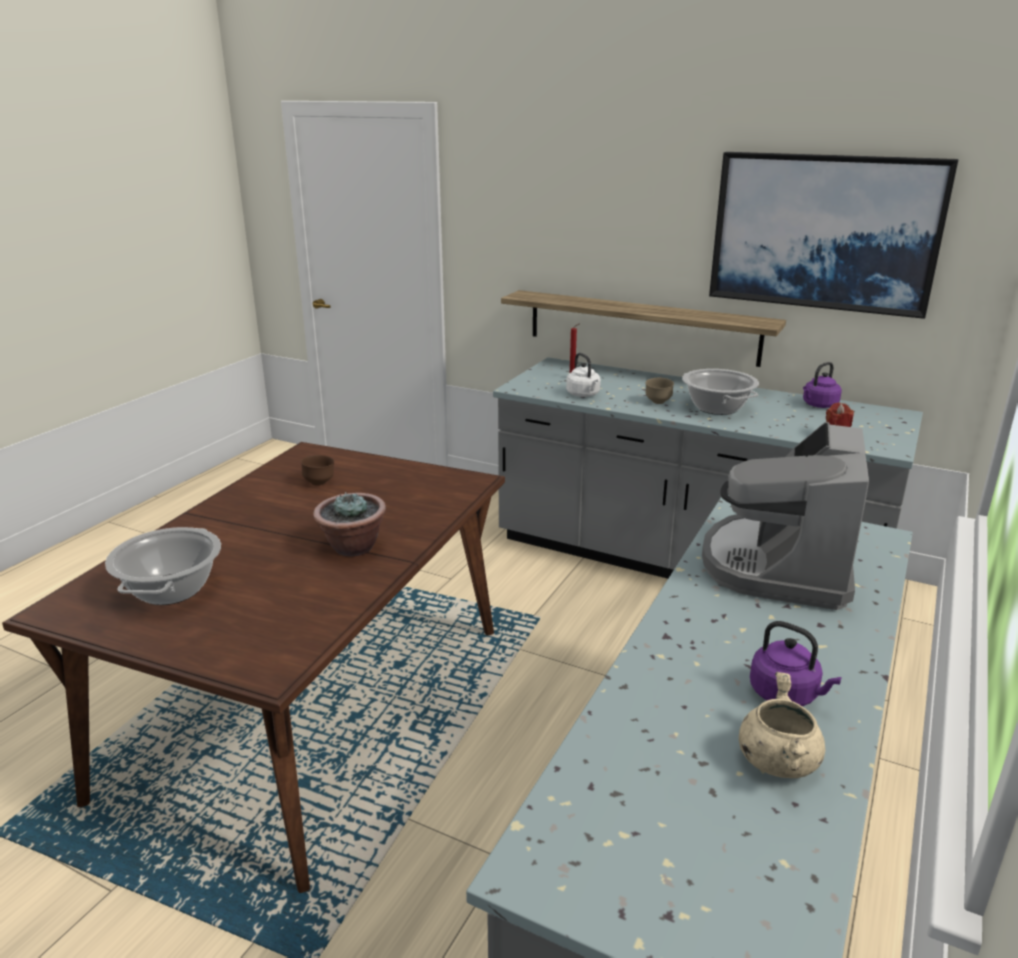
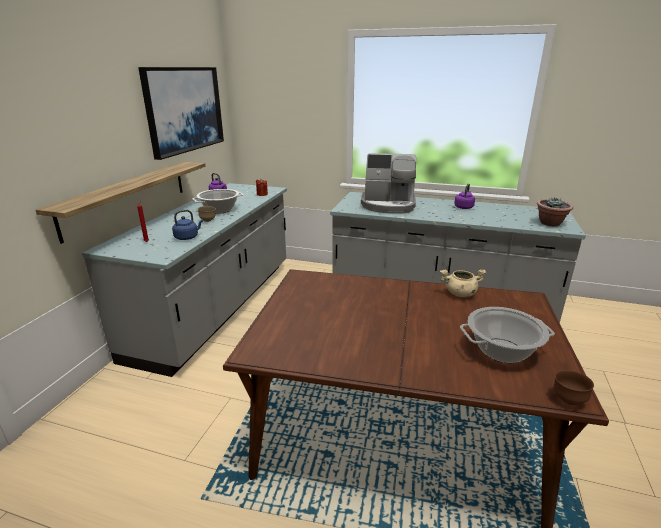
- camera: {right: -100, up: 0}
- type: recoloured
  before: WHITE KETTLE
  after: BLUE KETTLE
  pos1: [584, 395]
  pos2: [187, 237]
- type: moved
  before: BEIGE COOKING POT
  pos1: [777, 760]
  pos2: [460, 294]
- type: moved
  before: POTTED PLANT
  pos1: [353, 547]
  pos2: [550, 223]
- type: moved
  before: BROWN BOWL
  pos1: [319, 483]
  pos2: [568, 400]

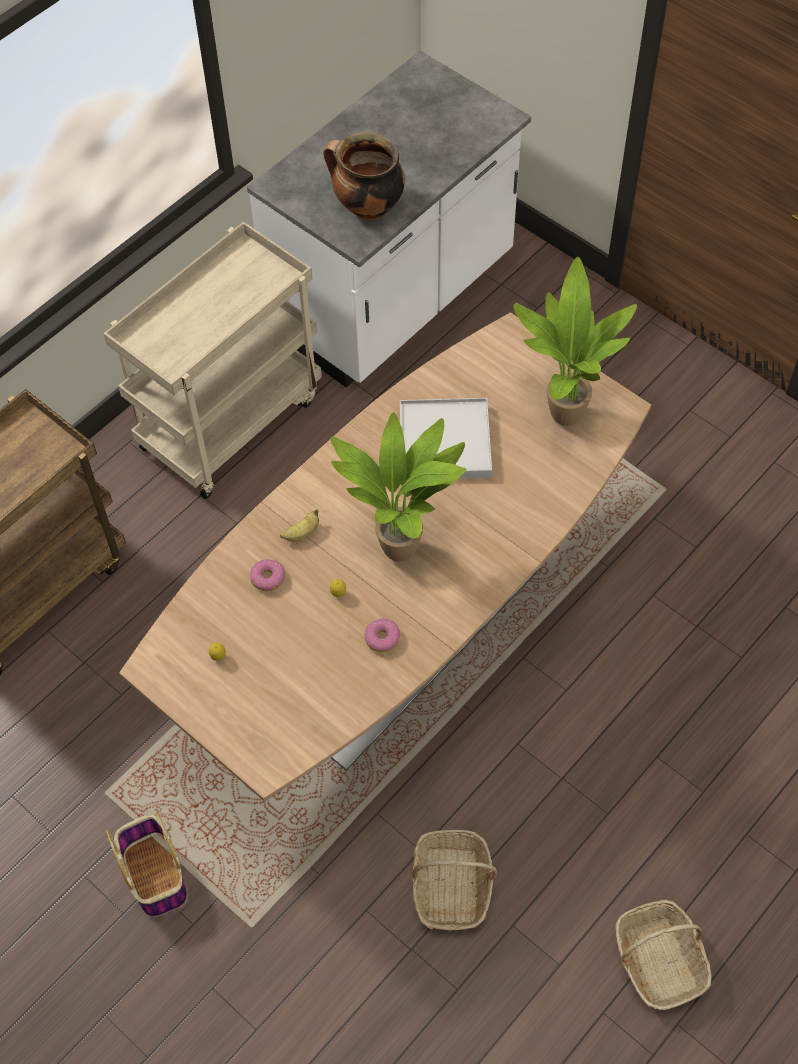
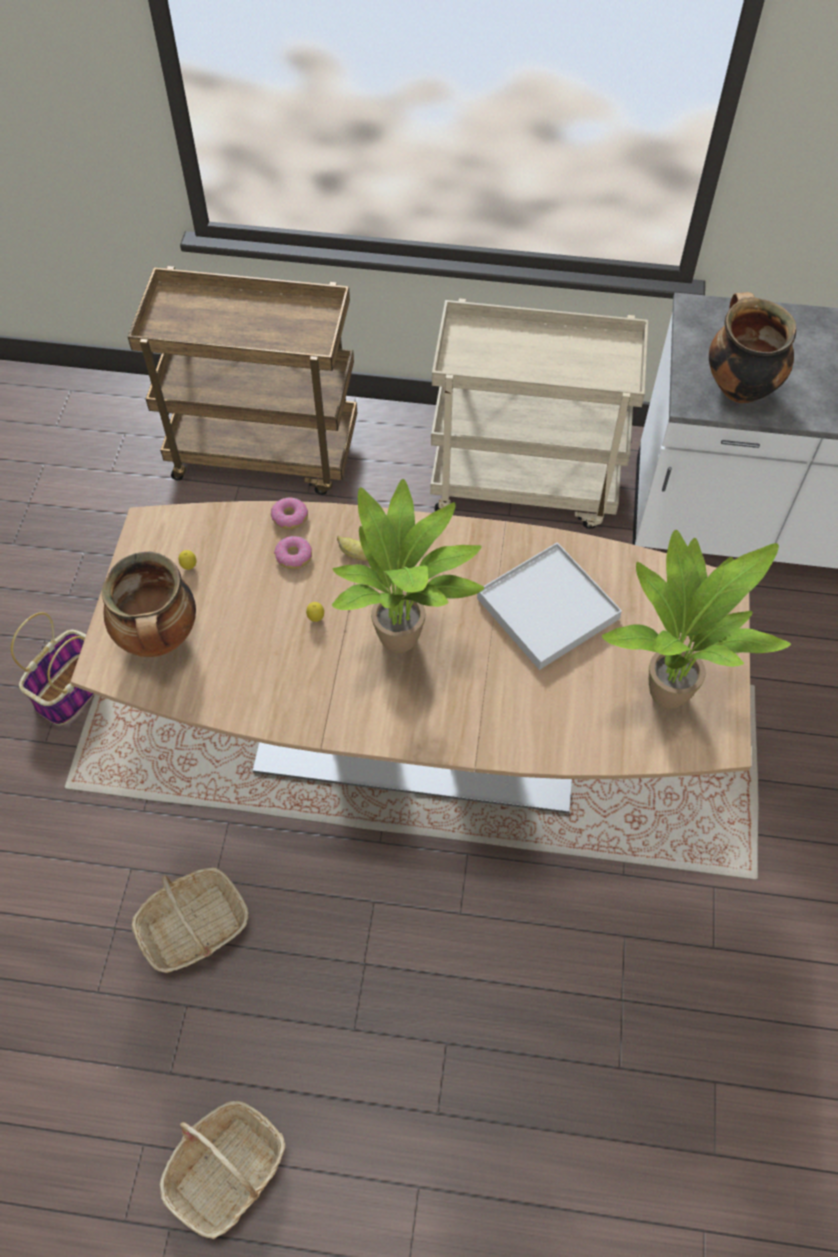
- camera: {right: 55, up: 0}
- type: added
  after: COOKING POT
  pos2: [160, 639]
- type: moved
  before: DONUT
  pos1: [382, 638]
  pos2: [289, 517]

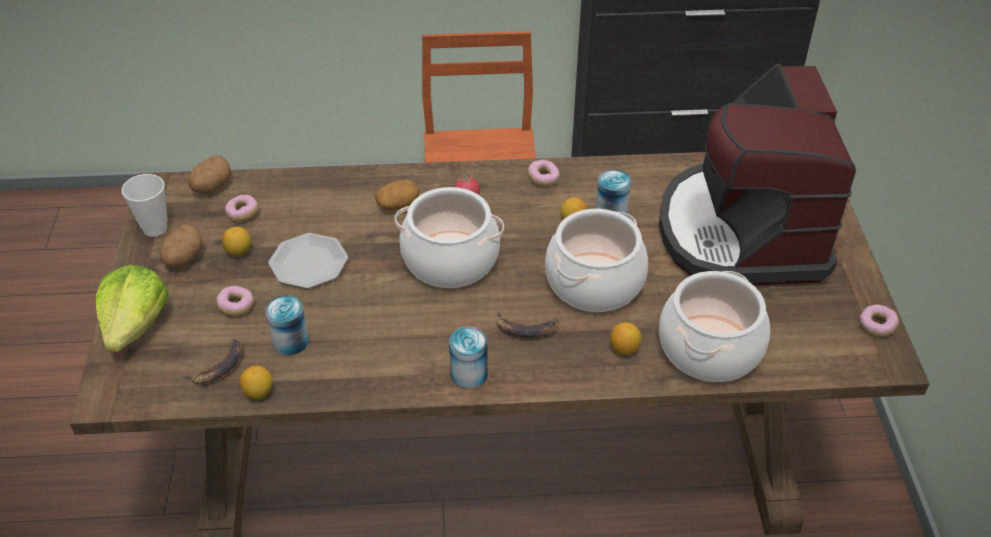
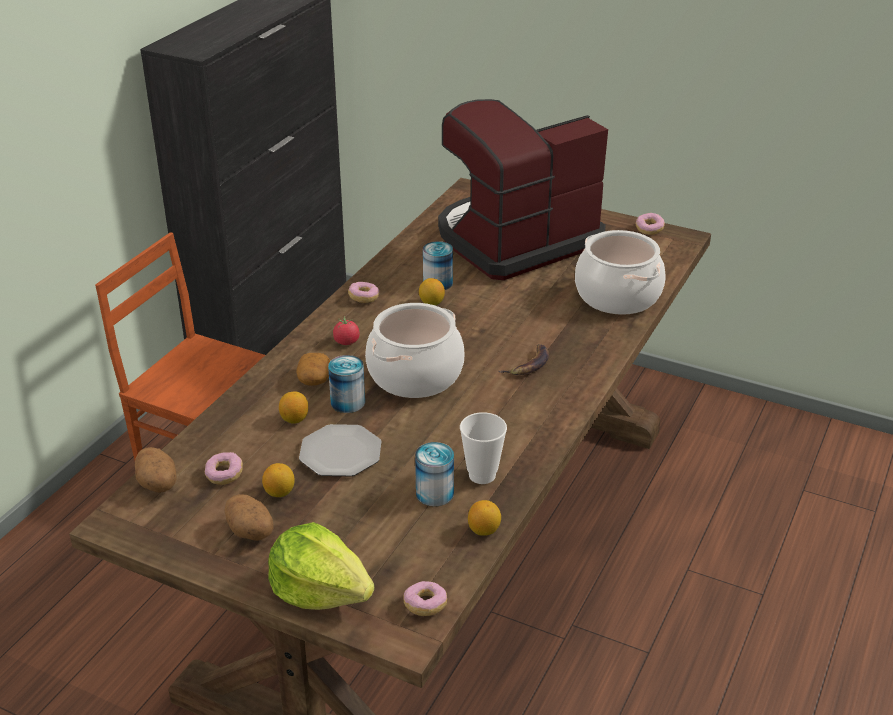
- camera: {right: -60, up: -10}
- type: moved
  before: LEMON
  pos1: [624, 349]
  pos2: [294, 419]
- type: moved
  before: CAN
  pos1: [469, 373]
  pos2: [348, 402]
- type: moved
  before: DONUT
  pos1: [236, 306]
  pos2: [425, 605]
- type: turned
  before: COFFEE MACHINE
  pos1: [742, 232]
  pos2: [515, 240]
  turn: 120
- type: moved
  before: CUP
  pos1: [155, 228]
  pos2: [482, 475]
- type: removed
  before: BANANA
  pos1: [218, 366]
- type: removed
  before: COOKING POT
  pos1: [594, 283]

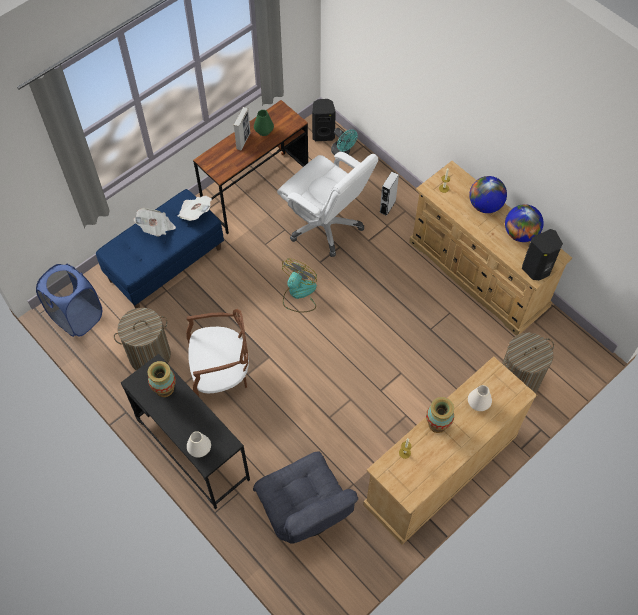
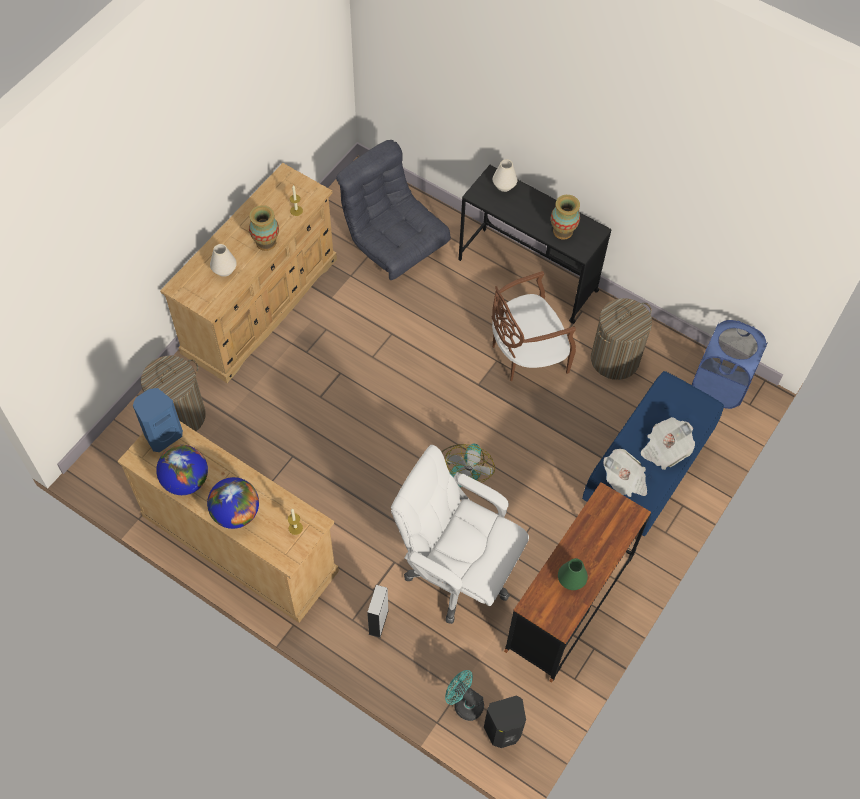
- camera: {right: 165, up: 0}
- type: recoloured
  before: BLACK SPEAKER
  after: BLUE SPEAKER
  pos1: [537, 270]
  pos2: [162, 435]
- type: removed
  before: PICTURE FRAME
  pos1: [243, 141]

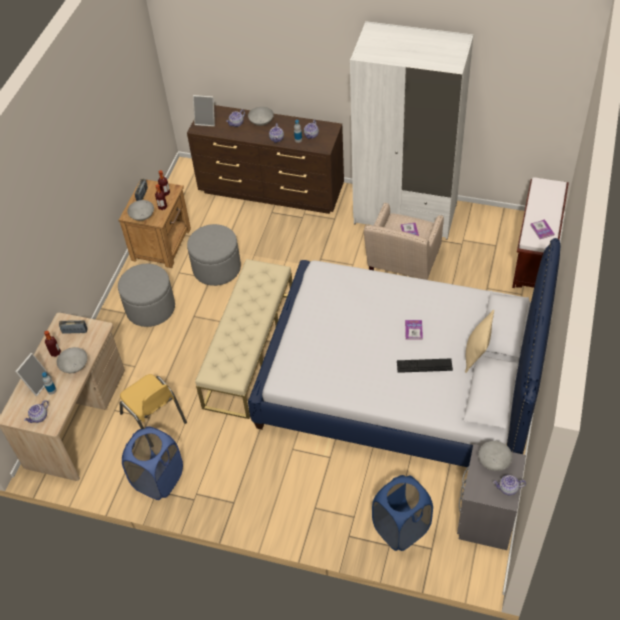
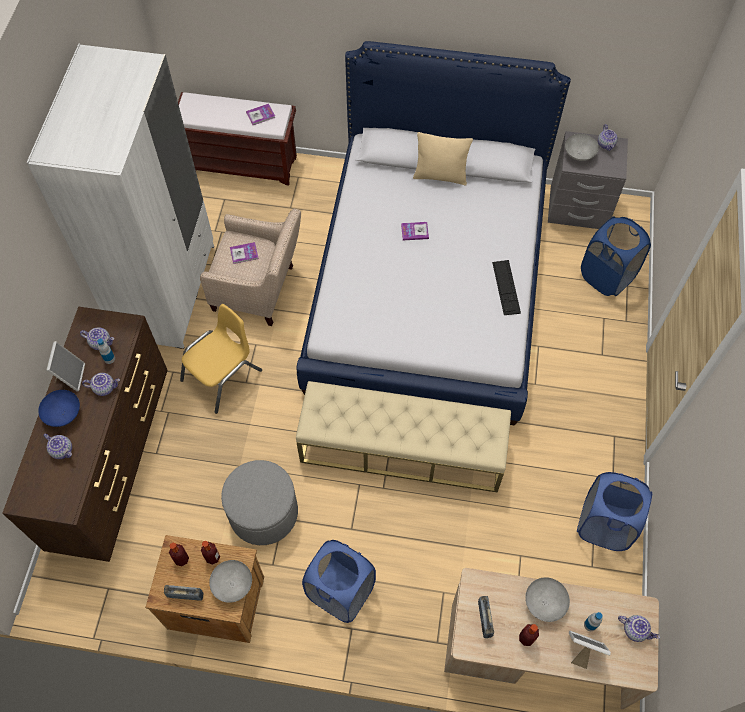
- camera: {right: -100, up: 10}
- type: recoloured
  before: GREY BOWL
  after: BLUE BOWL
  pos1: [261, 122]
  pos2: [64, 413]
- type: moved
  before: PICTURE FRAME
  pos1: [206, 121]
  pos2: [70, 376]
- type: moved
  before: YELLOW CHAIR
  pos1: [154, 418]
  pos2: [222, 376]
- type: replaced
  before: GREY OTTOMAN
  after: BLUE LAUNDRY BASKET
  pos1: [150, 308]
  pos2: [340, 592]
- type: moved
  before: KEYBOARD
  pos1: [424, 365]
  pos2: [506, 287]

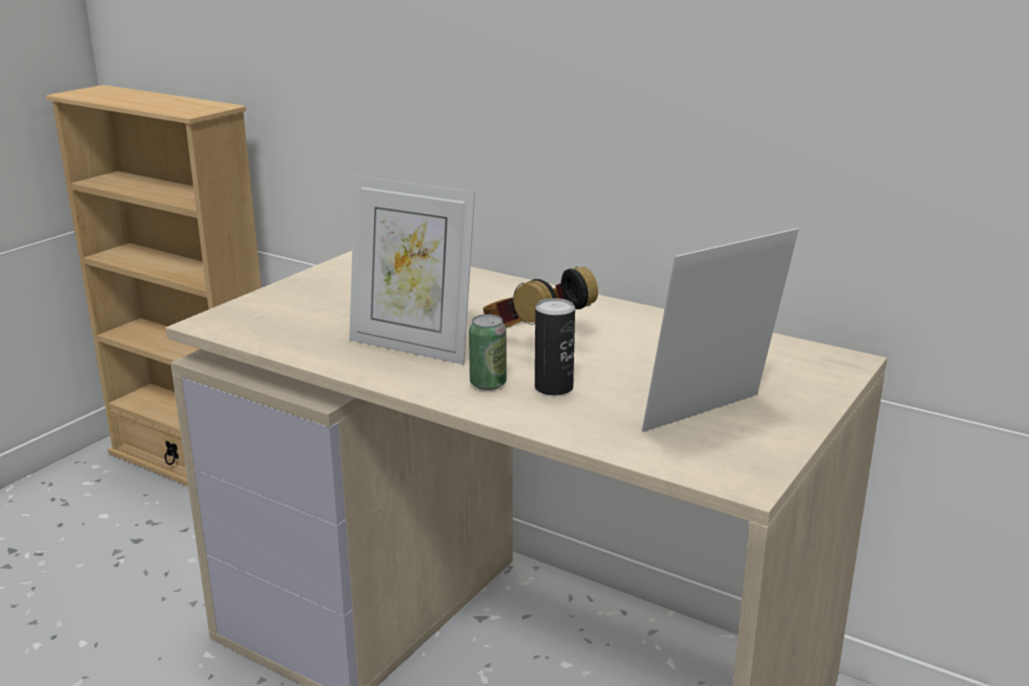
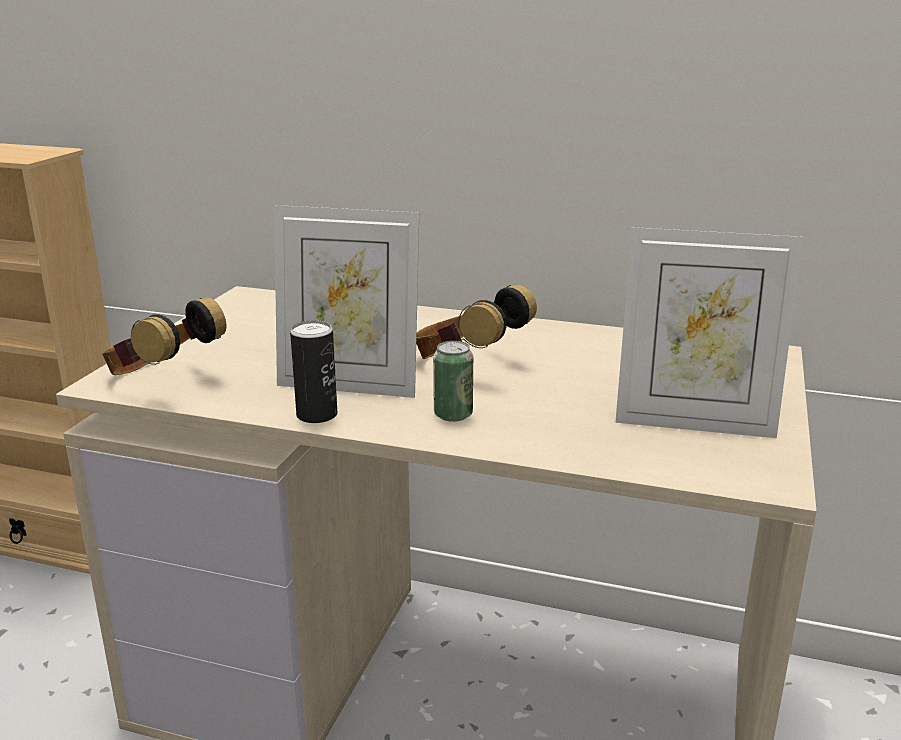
- camera: {right: -15, up: 0}
- type: added
  after: HEADPHONES
  pos2: [163, 380]
- type: moved
  before: CAN
  pos1: [553, 387]
  pos2: [317, 415]
- type: turned
  before: PICTURE FRAME
  pos1: [711, 418]
  pos2: [694, 423]
  turn: -120

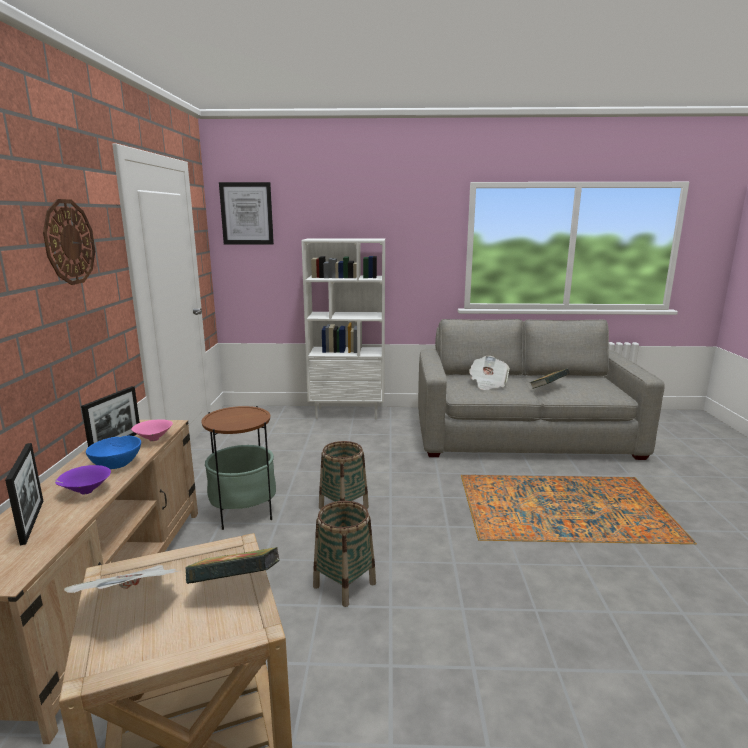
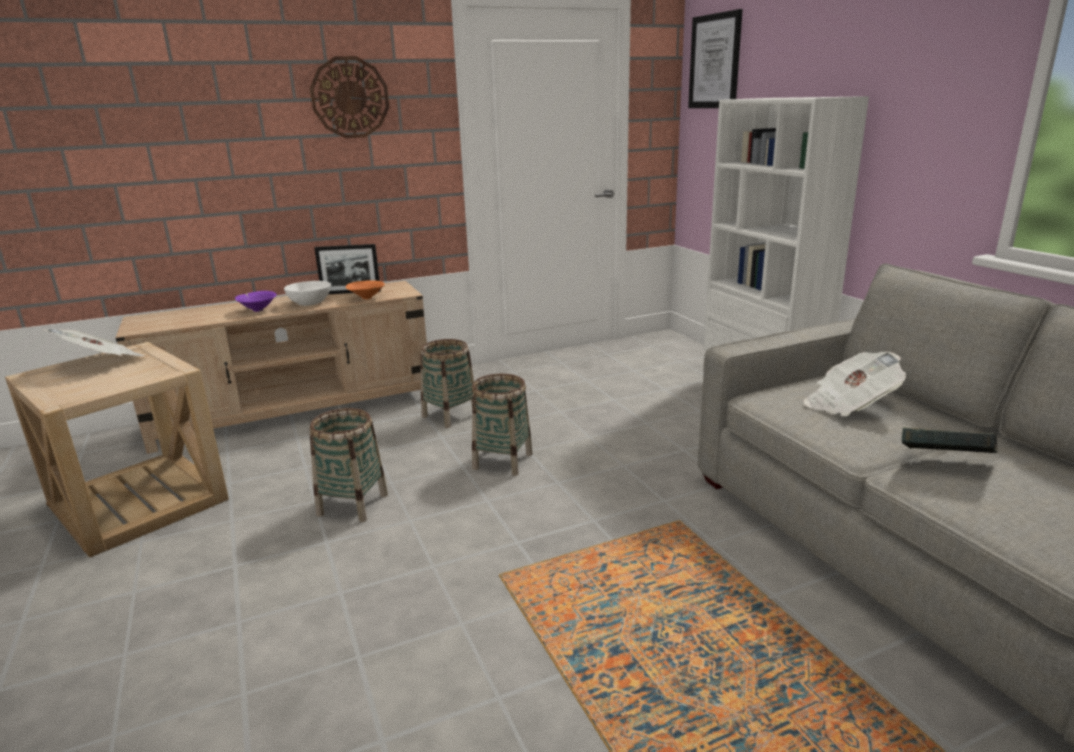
- camera: {right: 65, up: 5}
- type: recoloured
  before: BLUE BOWL
  after: WHITE BOWL
  pos1: [116, 464]
  pos2: [310, 303]
- type: recoloured
  before: PINK BOWL
  after: ORANGE BOWL
  pos1: [153, 440]
  pos2: [366, 298]
- type: replaced
  before: SIDE TABLE
  after: BASKET
  pos1: [243, 512]
  pos2: [450, 415]
- type: removed
  before: PICTURE FRAME
  pos1: [32, 521]
- type: removed
  before: BOOK
  pos1: [236, 586]

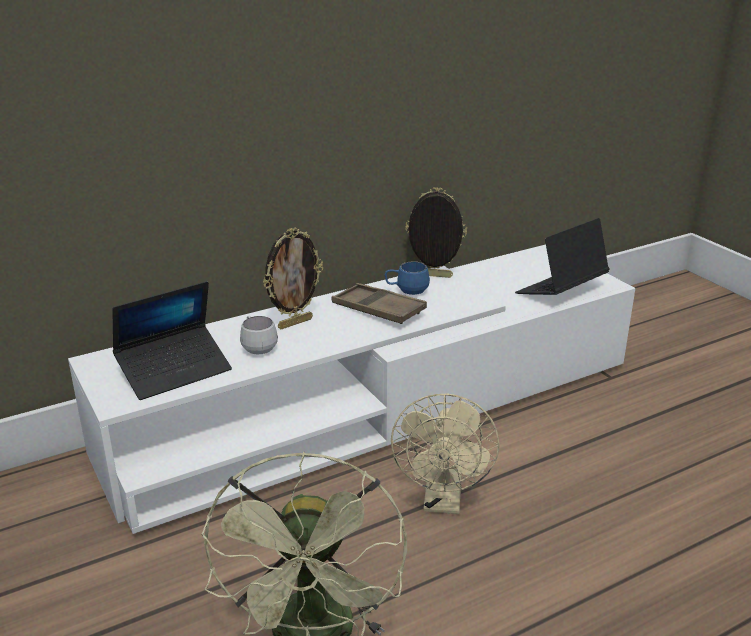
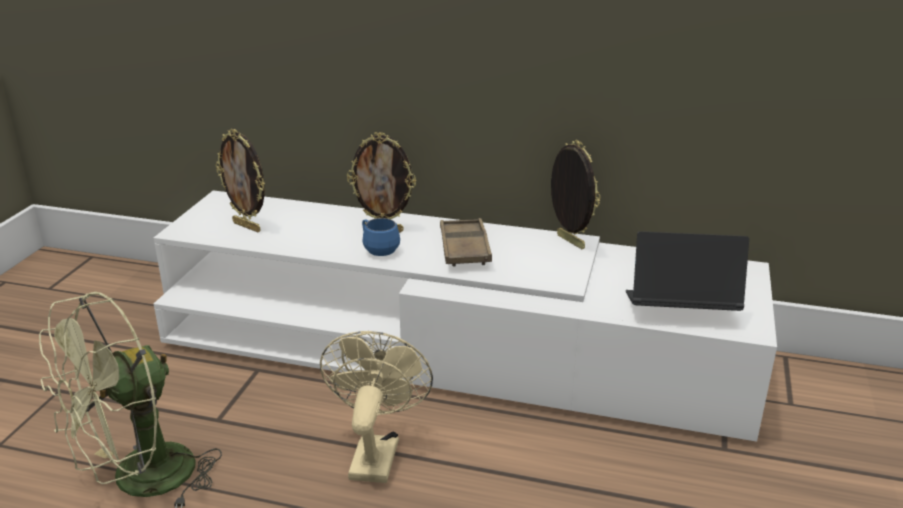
- camera: {right: 45, up: 0}
- type: replaced
  before: LAPTOP
  after: PICTURE FRAME
  pos1: [174, 371]
  pos2: [248, 226]
- type: turned
  before: BEIGE FAN
  pos1: [443, 501]
  pos2: [375, 452]
  turn: 135
- type: moved
  before: BLUE MUG
  pos1: [406, 291]
  pos2: [377, 249]
- type: removed
  before: WHITE MUG
  pos1: [257, 347]

